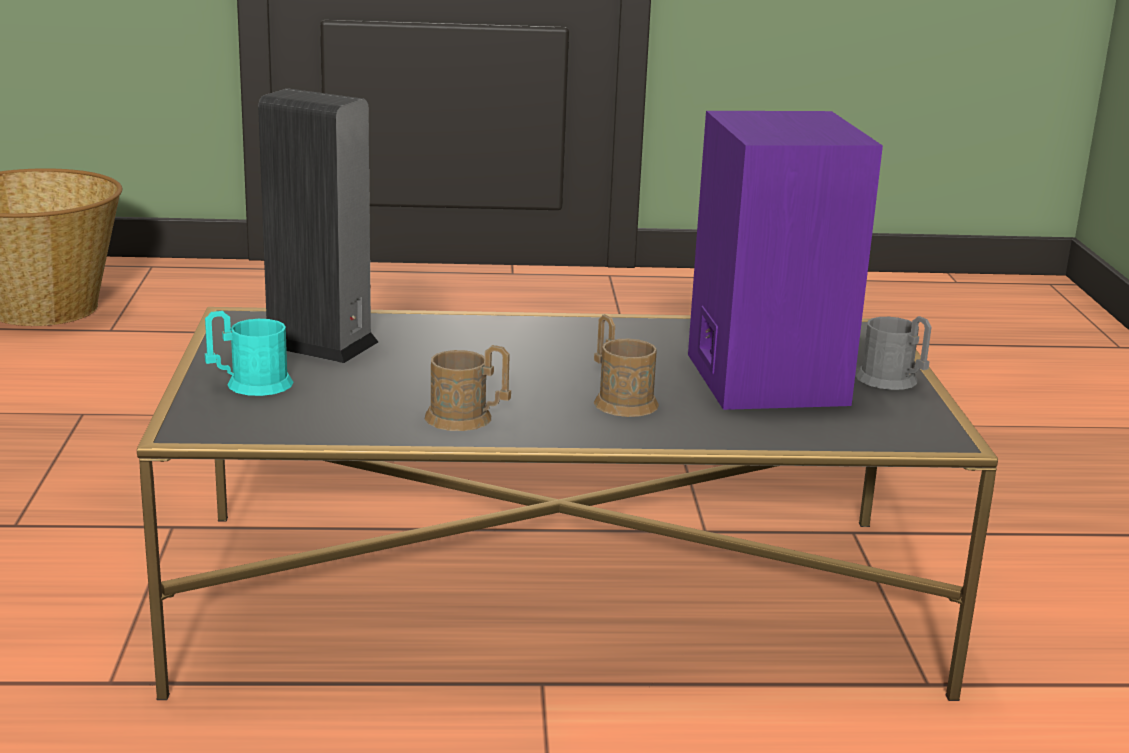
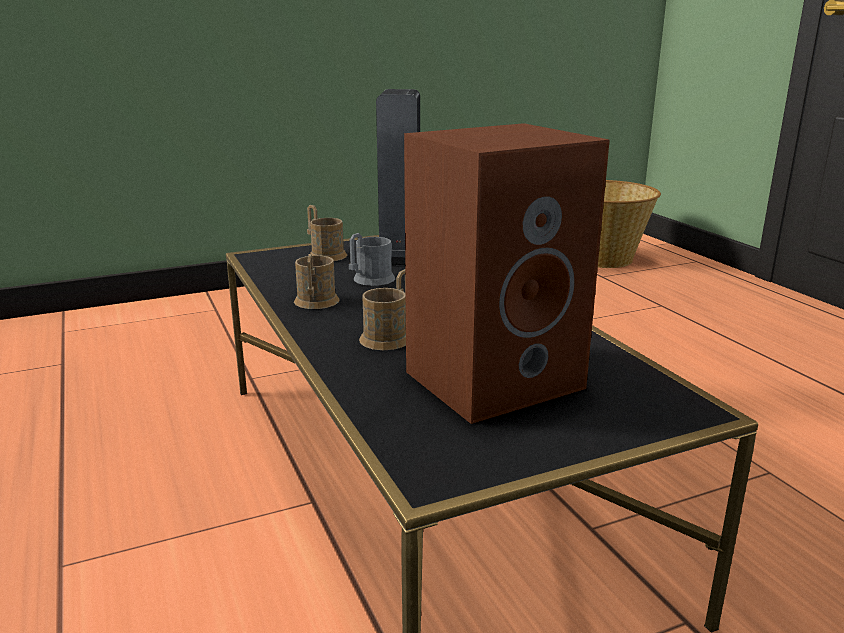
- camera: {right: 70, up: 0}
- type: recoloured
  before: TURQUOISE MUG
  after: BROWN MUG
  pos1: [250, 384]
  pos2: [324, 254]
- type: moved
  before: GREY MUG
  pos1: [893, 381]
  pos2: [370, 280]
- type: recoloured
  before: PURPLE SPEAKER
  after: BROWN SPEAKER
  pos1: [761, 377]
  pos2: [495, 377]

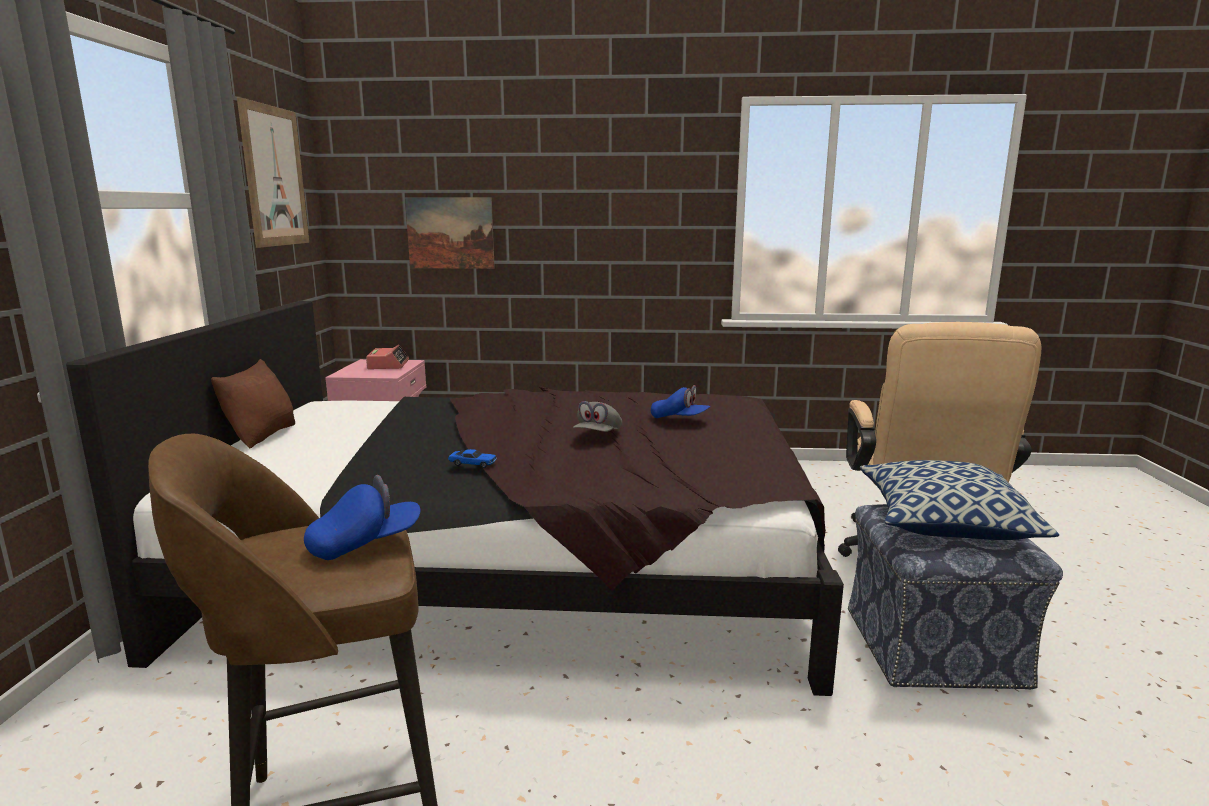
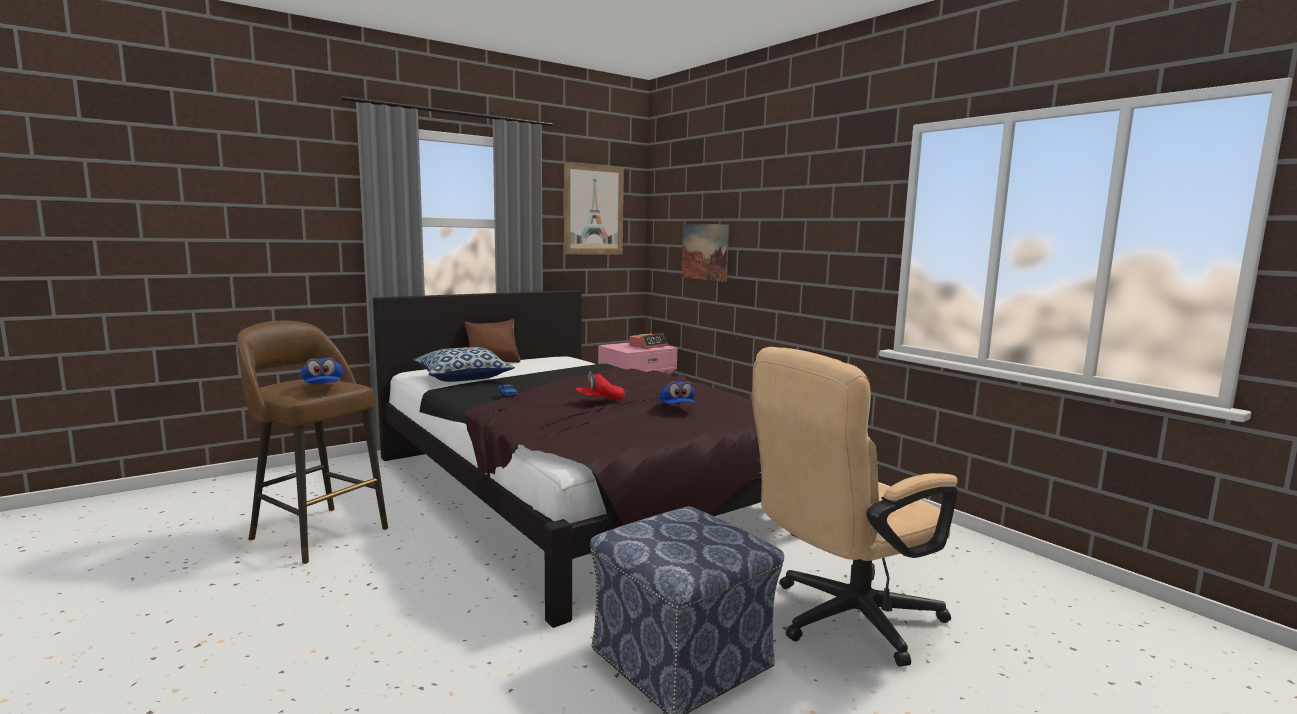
- camera: {right: 50, up: -5}
- type: turned
  before: BLUE CAP
  pos1: [365, 543]
  pos2: [323, 387]
  turn: 45
- type: moved
  before: PILLOW
  pos1: [944, 522]
  pos2: [463, 378]
- type: recoloured
  before: GREY CAP
  after: RED CAP
  pos1: [598, 435]
  pos2: [600, 400]

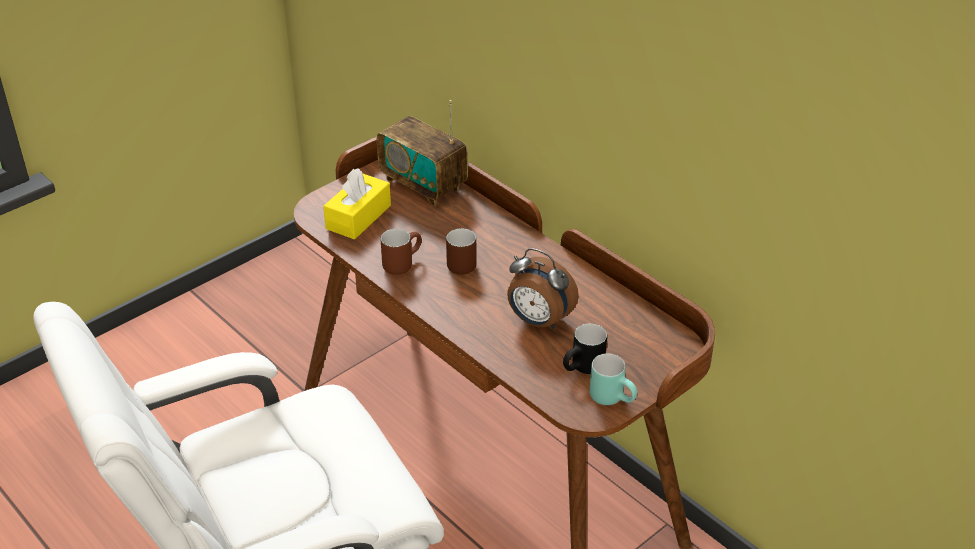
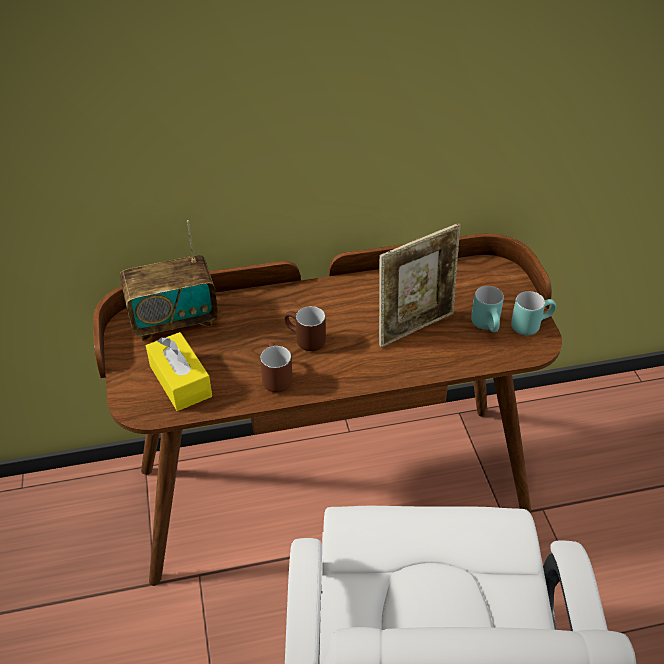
- camera: {right: -60, up: 5}
- type: replaced
  before: ALARM CLOCK
  after: PICTURE FRAME
  pos1: [538, 321]
  pos2: [415, 327]
- type: recoloured
  before: BLACK MUG
  after: TURQUOISE MUG
  pos1: [584, 369]
  pos2: [488, 326]

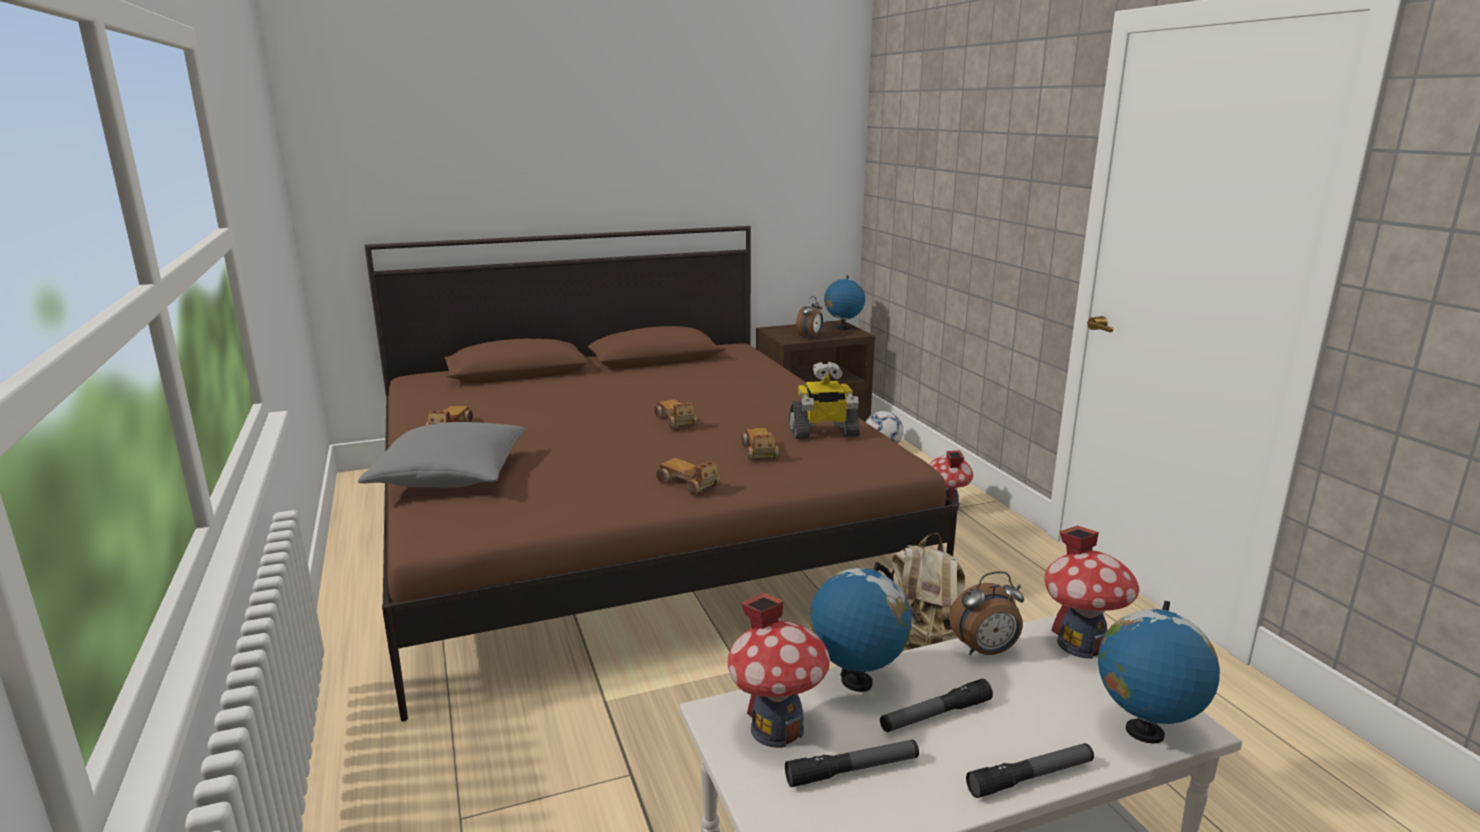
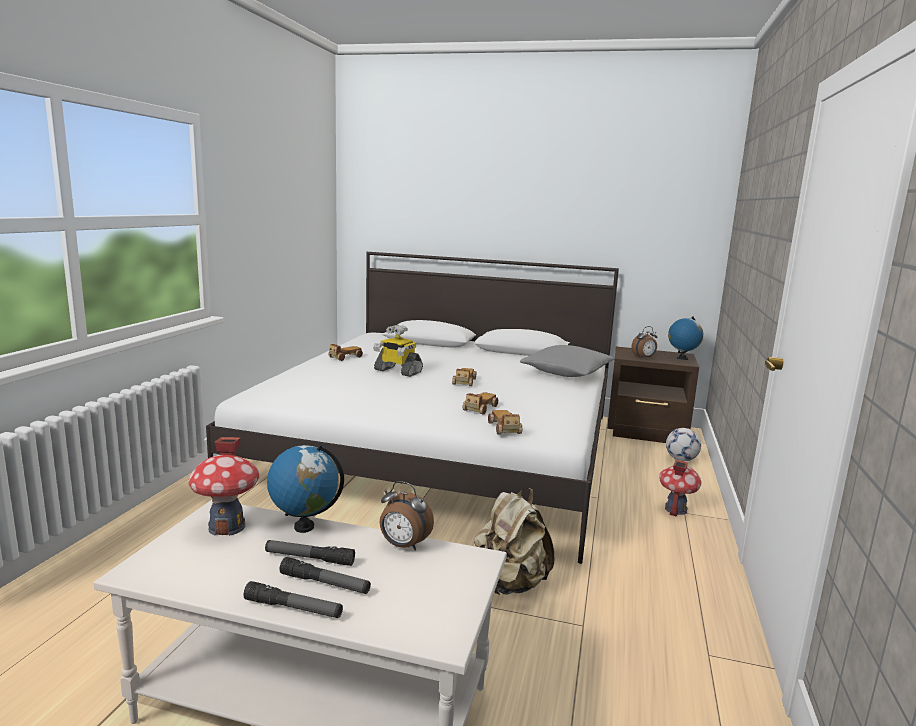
- camera: {right: 35, up: -5}
- type: recoloured
  before: BROWN BED
  after: WHITE BED
  pos1: [631, 524]
  pos2: [443, 450]
- type: moved
  before: FLASHLIGHT
  pos1: [852, 770]
  pos2: [325, 583]
- type: moved
  before: TOY ROBOT
  pos1: [823, 433]
  pos2: [397, 371]
- type: moved
  before: TOY CAR
  pos1: [688, 484]
  pos2: [504, 428]
- type: moved
  before: GREY PILLOW
  pos1: [450, 477]
  pos2: [566, 373]
- type: removed
  before: TOY HOUSE
  pos1: [1081, 644]
- type: removed
  before: GLOBE
  pos1: [1143, 732]

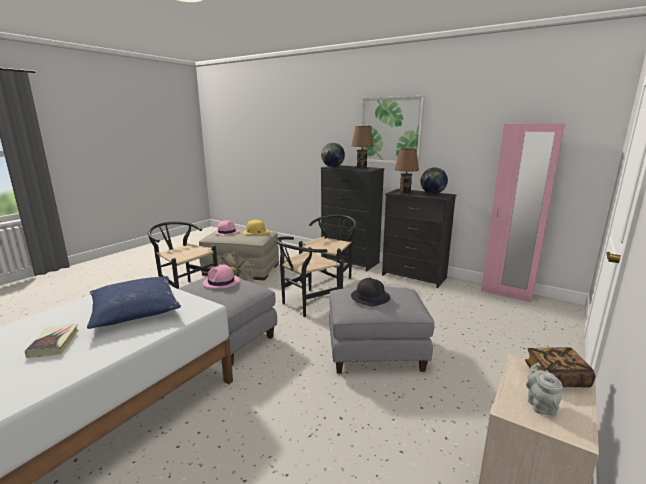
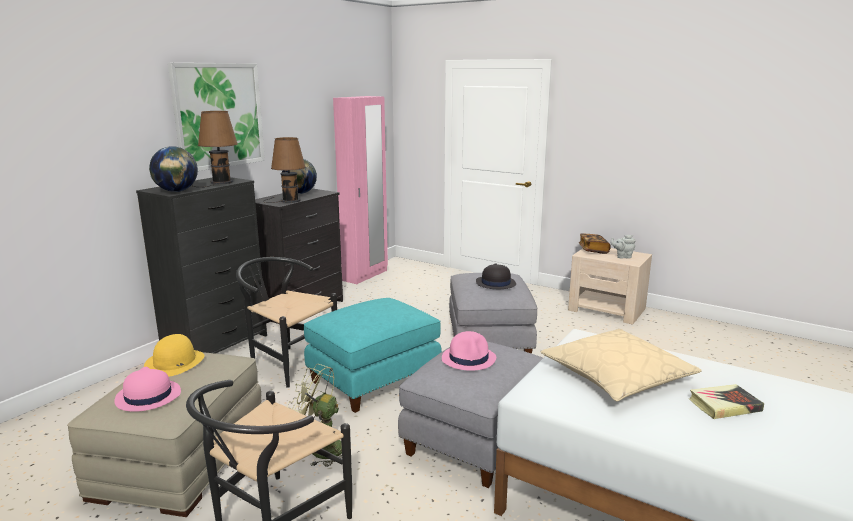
- camera: {right: -90, up: 0}
- type: replaced
  before: BLACK CHAIR
  after: TURQUOISE OTTOMAN
  pos1: [306, 305]
  pos2: [374, 380]
- type: recoloured
  before: BLUE PILLOW
  after: BEIGE PILLOW
  pos1: [135, 310]
  pos2: [617, 376]

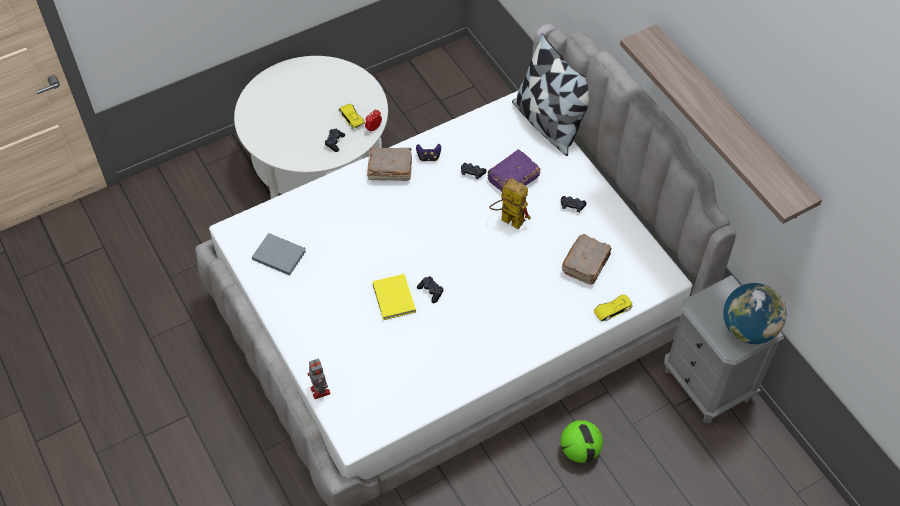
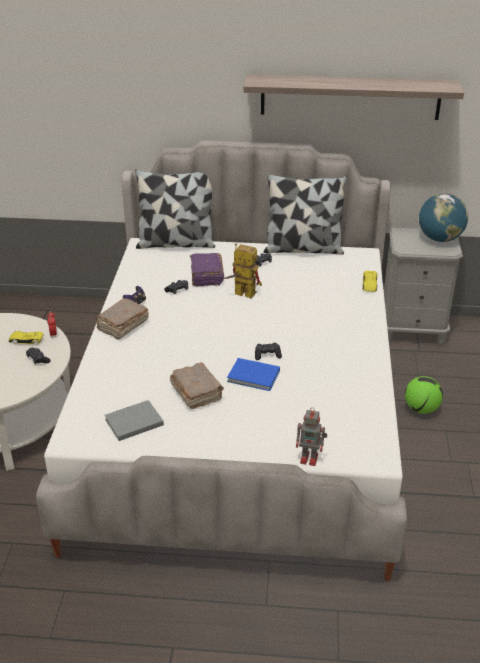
- camera: {right: -55, up: -20}
- type: moved
  before: BROWN BOOK
  pos1: [586, 264]
  pos2: [196, 393]
- type: turned
  before: TOY ROBOT
  pos1: [507, 219]
  pos2: [240, 293]
  turn: 45
- type: recoloured
  before: YELLOW BOOK
  after: BLUE BOOK
  pos1: [393, 299]
  pos2: [254, 377]
- type: added
  after: PILLOW
  pos2: [303, 248]

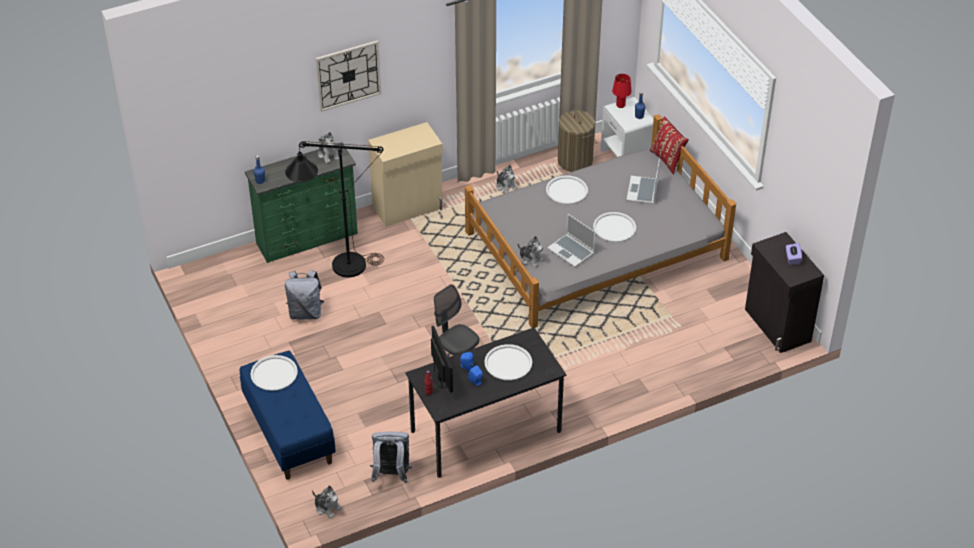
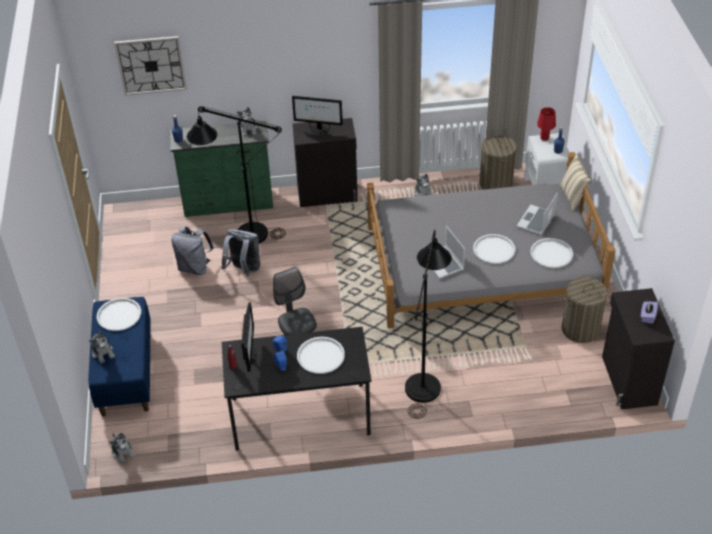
- camera: {right: 20, up: 0}
- type: moved
  before: PLUSH TOY
  pos1: [531, 259]
  pos2: [103, 353]
- type: moved
  before: WALL CLOCK
  pos1: [348, 75]
  pos2: [151, 65]
- type: moved
  before: GREY BACKPACK
  pos1: [391, 475]
  pos2: [244, 270]
- type: added
  after: MONITOR
  pos2: [318, 129]
- type: recoloured
  before: BEIGE CABINET
  after: BLACK CABINET
  pos1: [408, 207]
  pos2: [328, 194]
- type: added
  after: BLACK FLOOR LAMP
  pos2: [425, 380]
- type: moved
  before: WHITE TRAY
  pos1: [566, 190]
  pos2: [551, 254]
- type: recoloured
  before: RED PILLOW
  after: BEIGE PILLOW
  pos1: [667, 159]
  pos2: [573, 197]
- type: added
  after: LAUNDRY BASKET
  pos2: [580, 329]

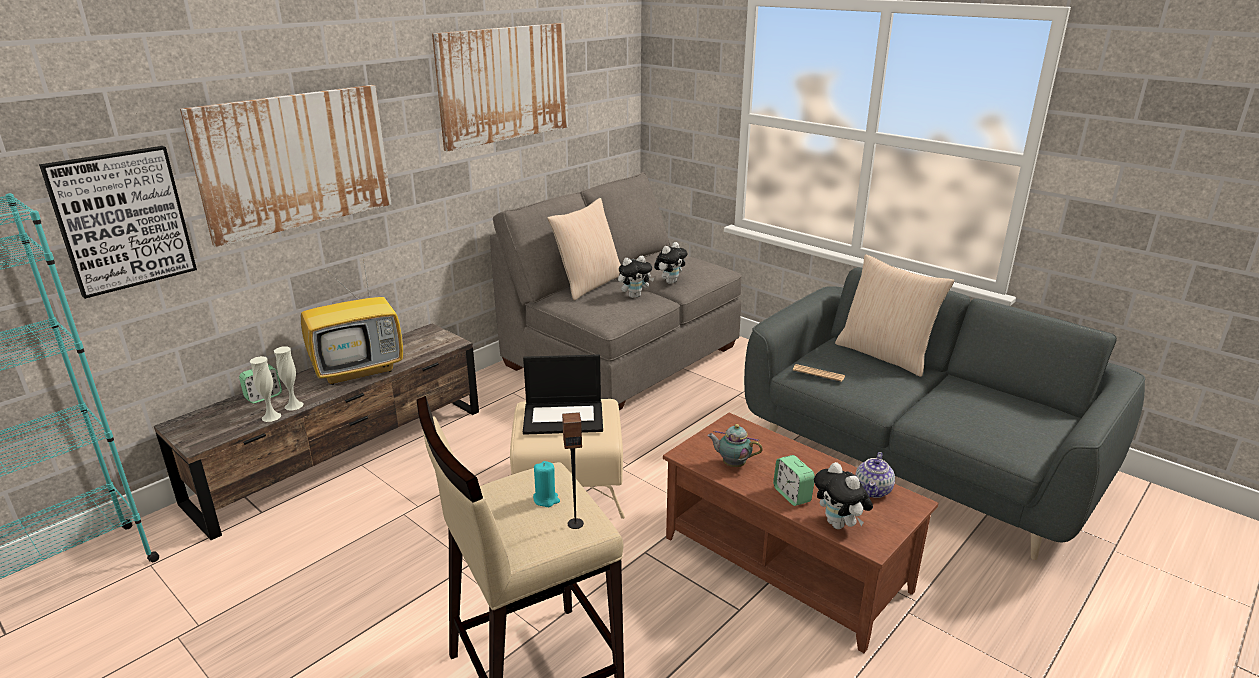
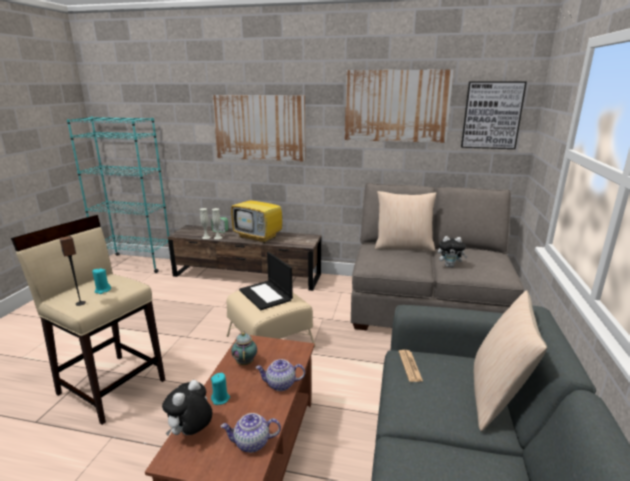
- camera: {right: 60, up: -5}
- type: replaced
  before: ALARM CLOCK
  after: TURQUOISE CANDLE
  pos1: [792, 495]
  pos2: [220, 399]
- type: added
  after: TEAPOT
  pos2: [280, 384]
- type: moved
  before: PICTURE
  pos1: [122, 220]
  pos2: [492, 115]
- type: removed
  before: PLUSH TOY
  pos1: [635, 296]

